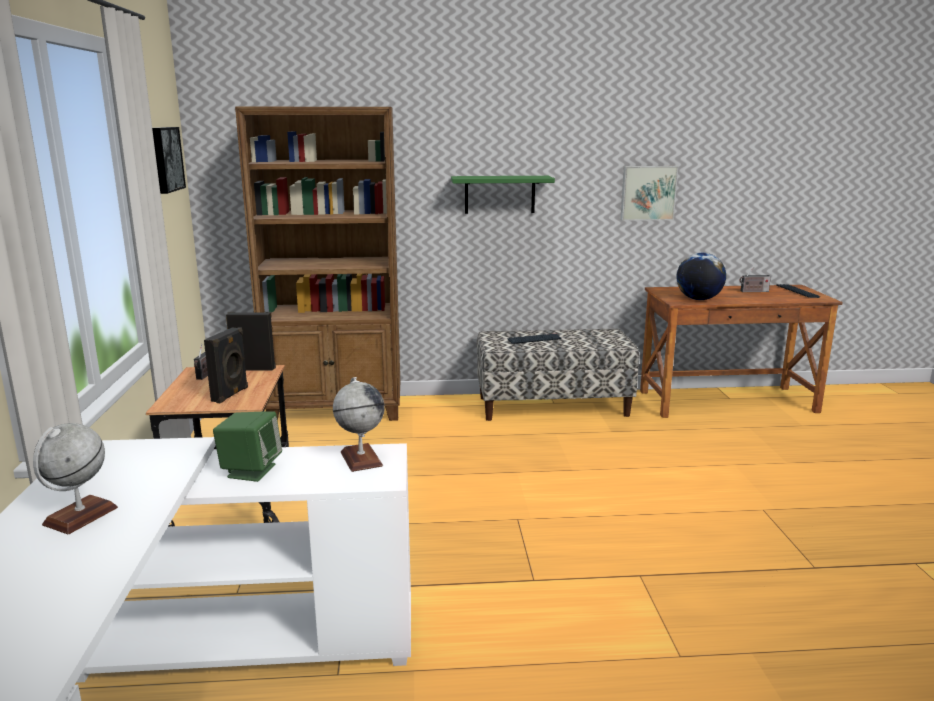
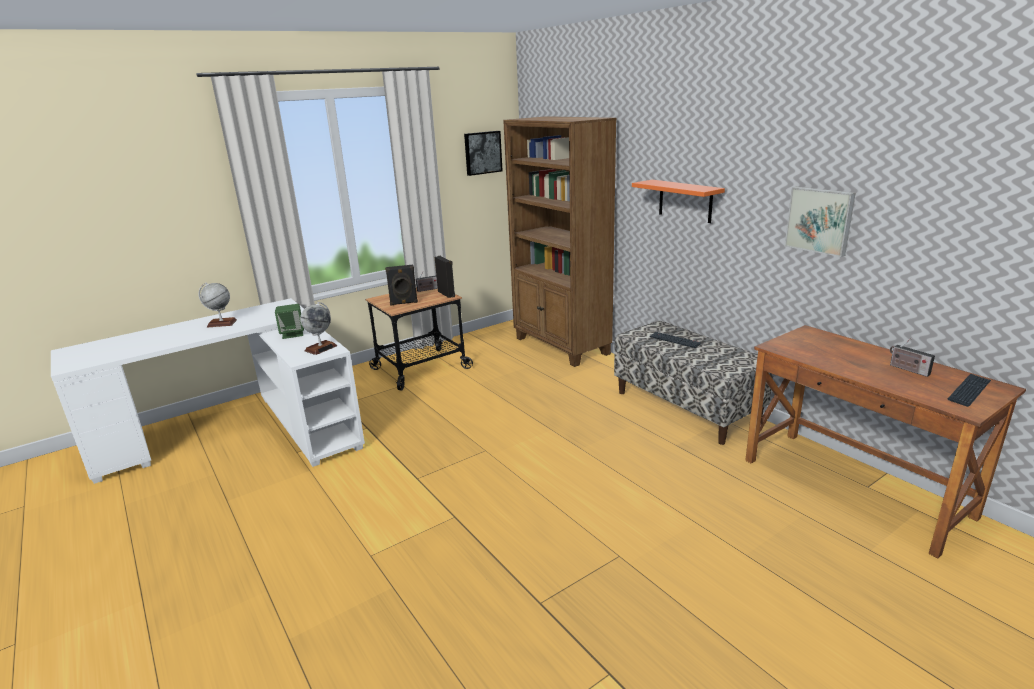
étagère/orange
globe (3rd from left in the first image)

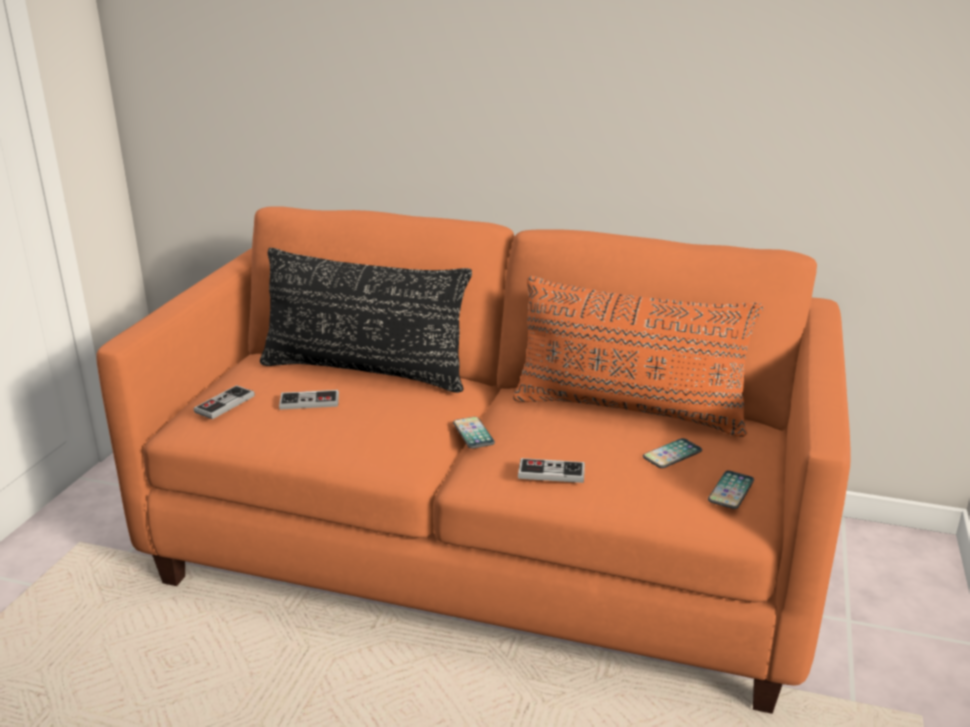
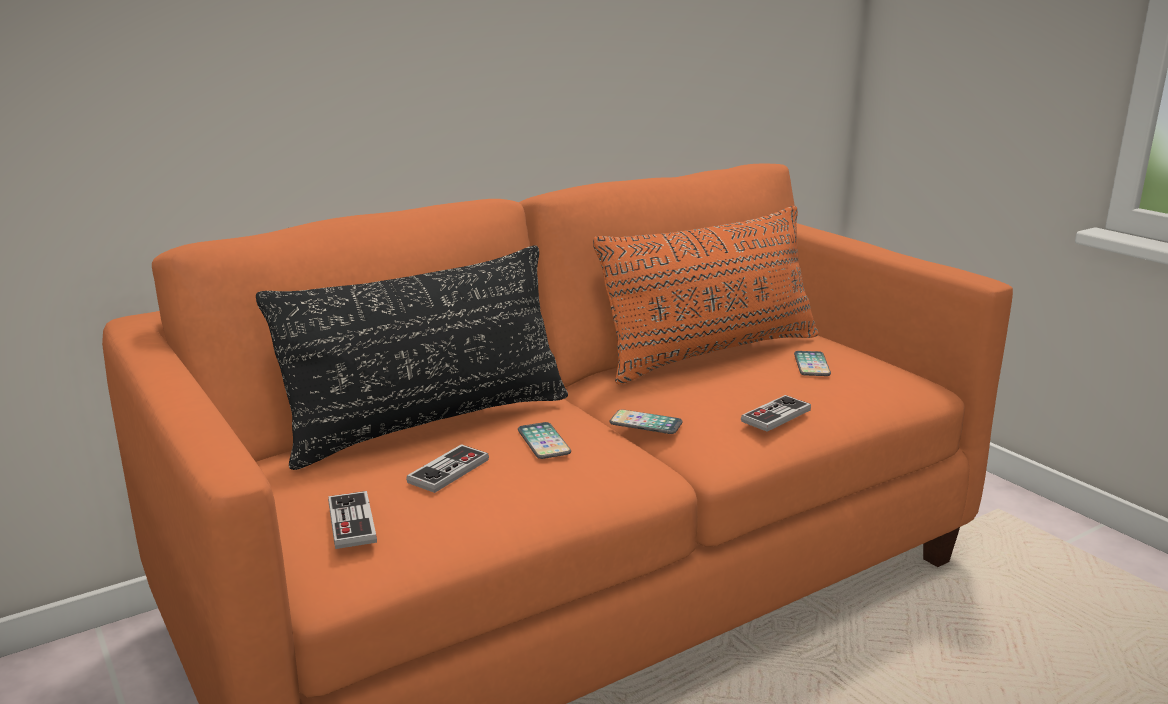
téléphone (1st from left)

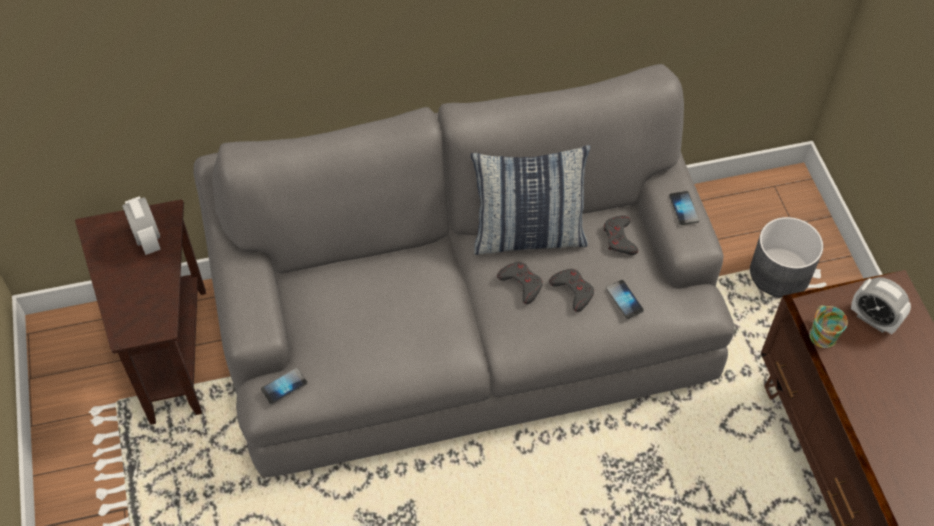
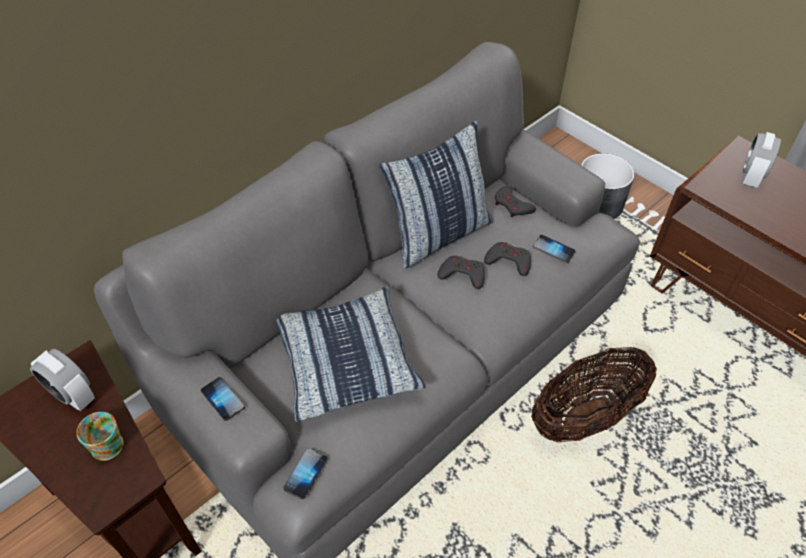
téléphone (1st from left)
mug
réveil (2nd from left)
coussin (1st from left)
panier

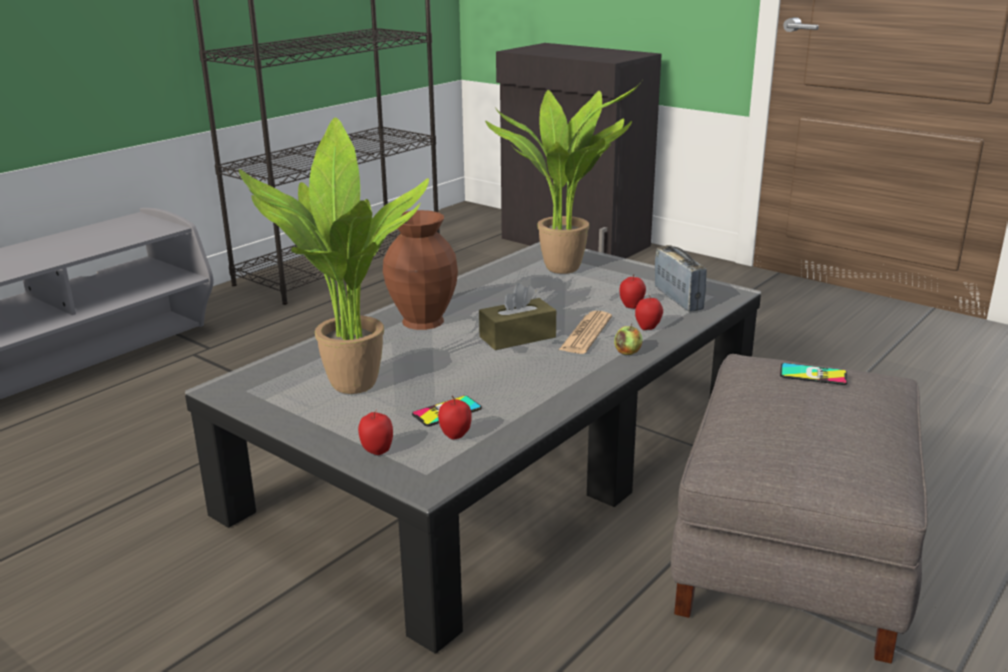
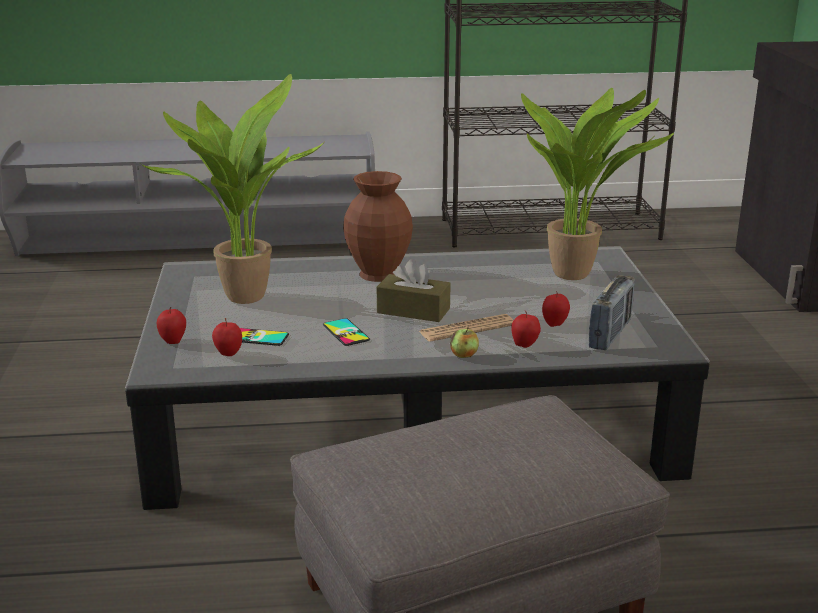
téléphone (2nd from left)

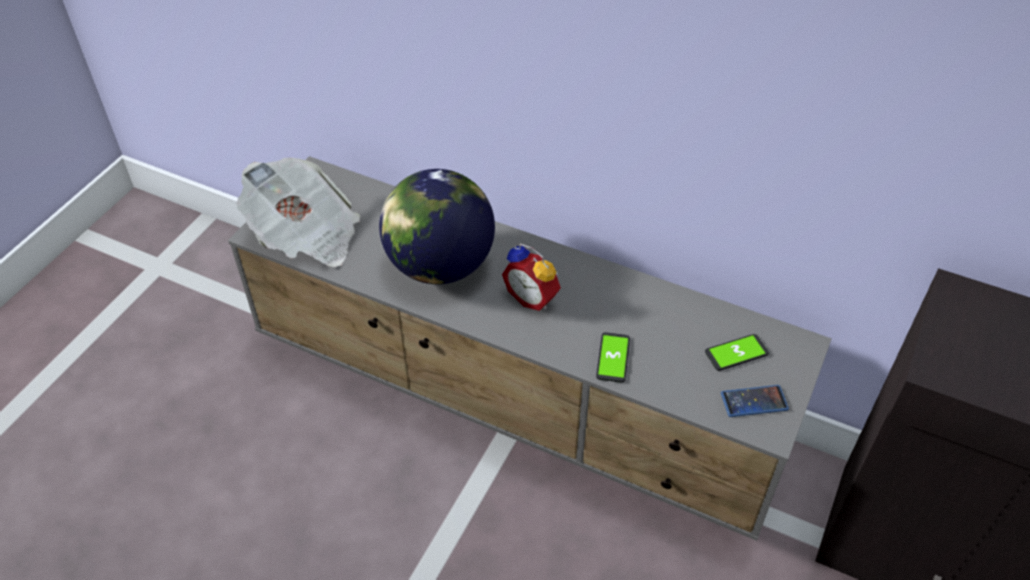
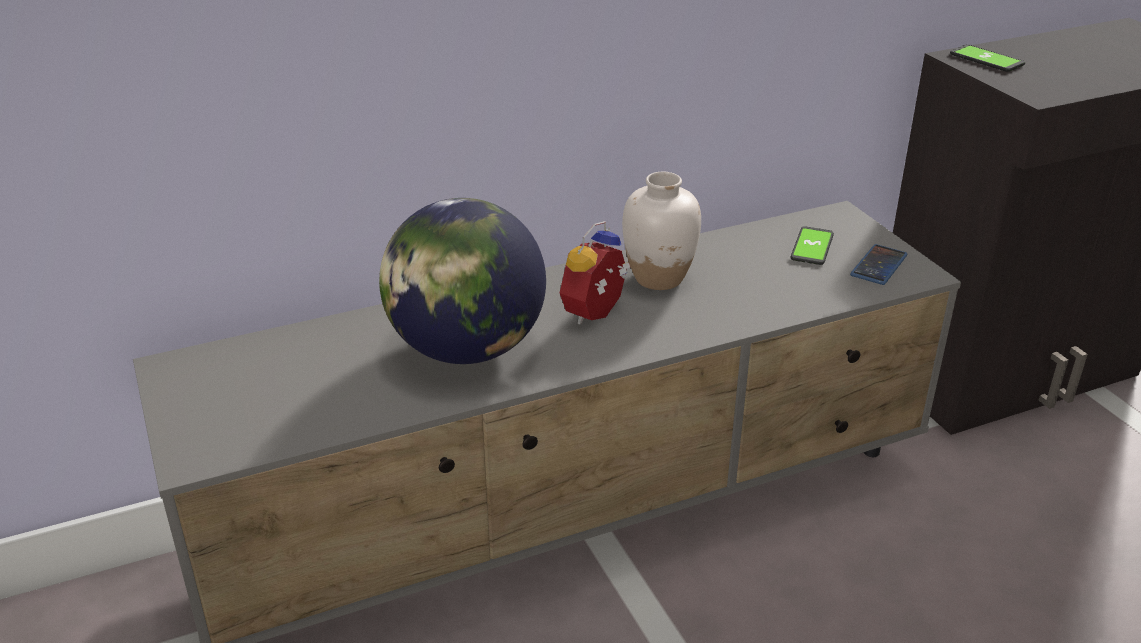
journal
réveil
téléphone (3rd from left)
vase/blanc

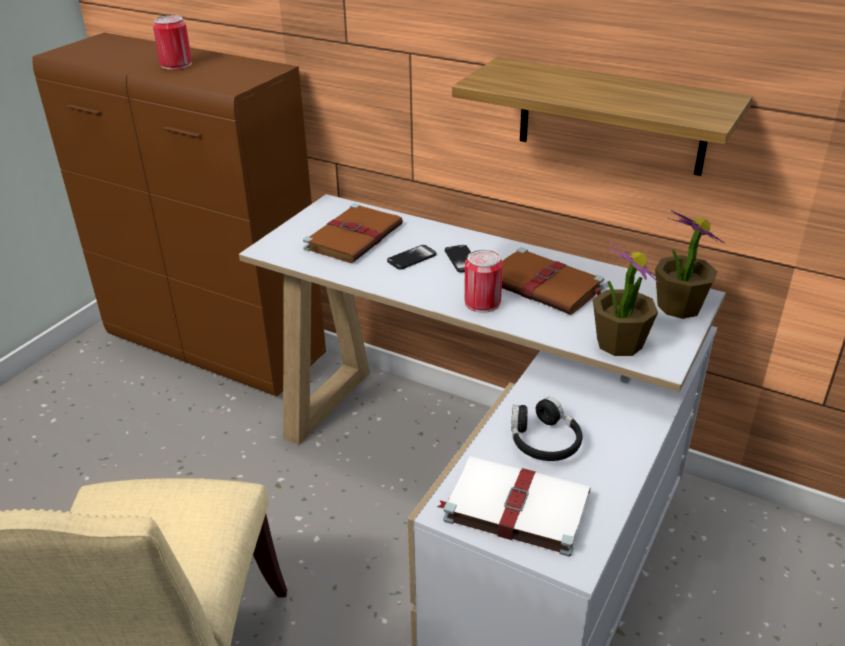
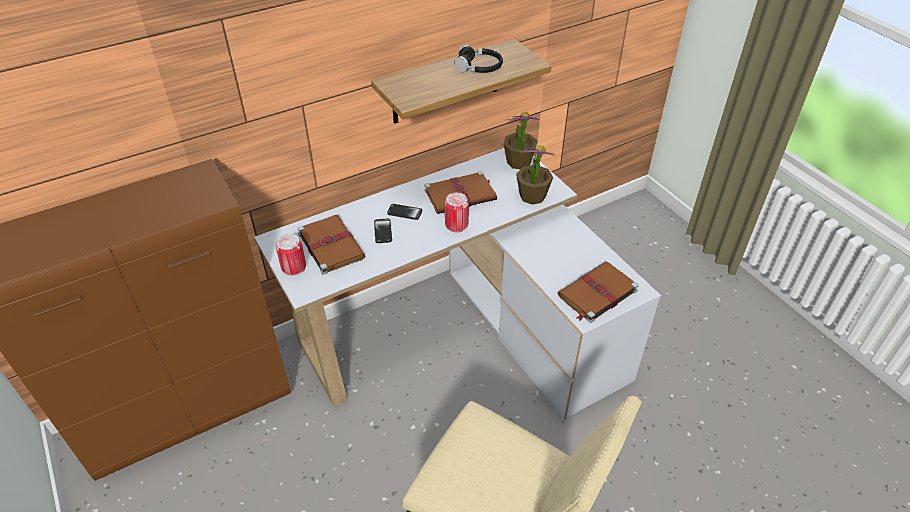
boîte métallique (1st from left)
livre/marron (3rd from left)
casque audio/noir

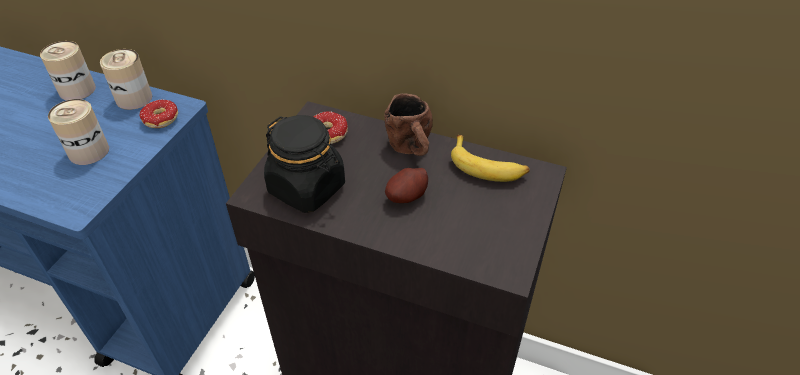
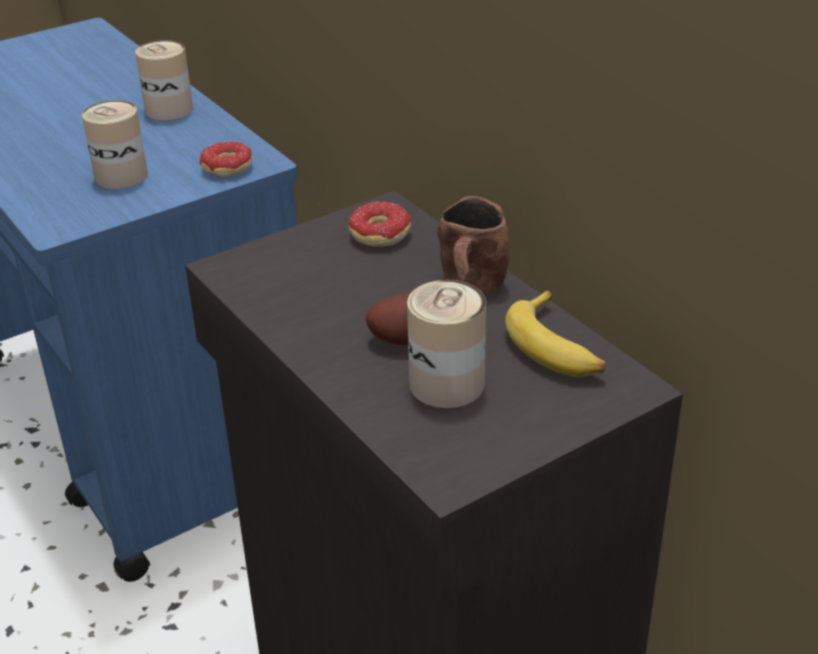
boîte métallique (3rd from left)
bocal/noir

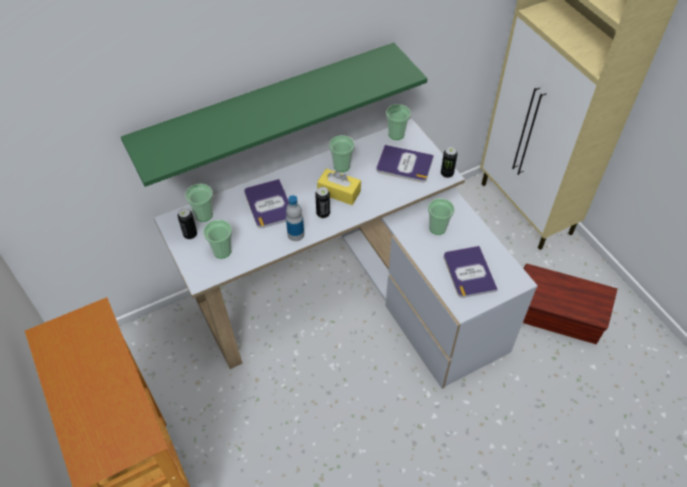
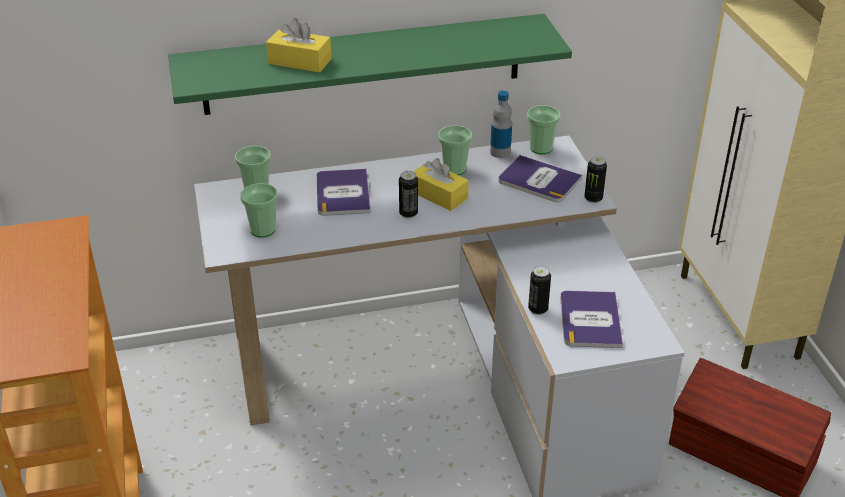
boîte métallique (2nd from left)
bouteille
tasse (5th from left in the first image)
boîte à mouchoirs/jaune (1st from left)

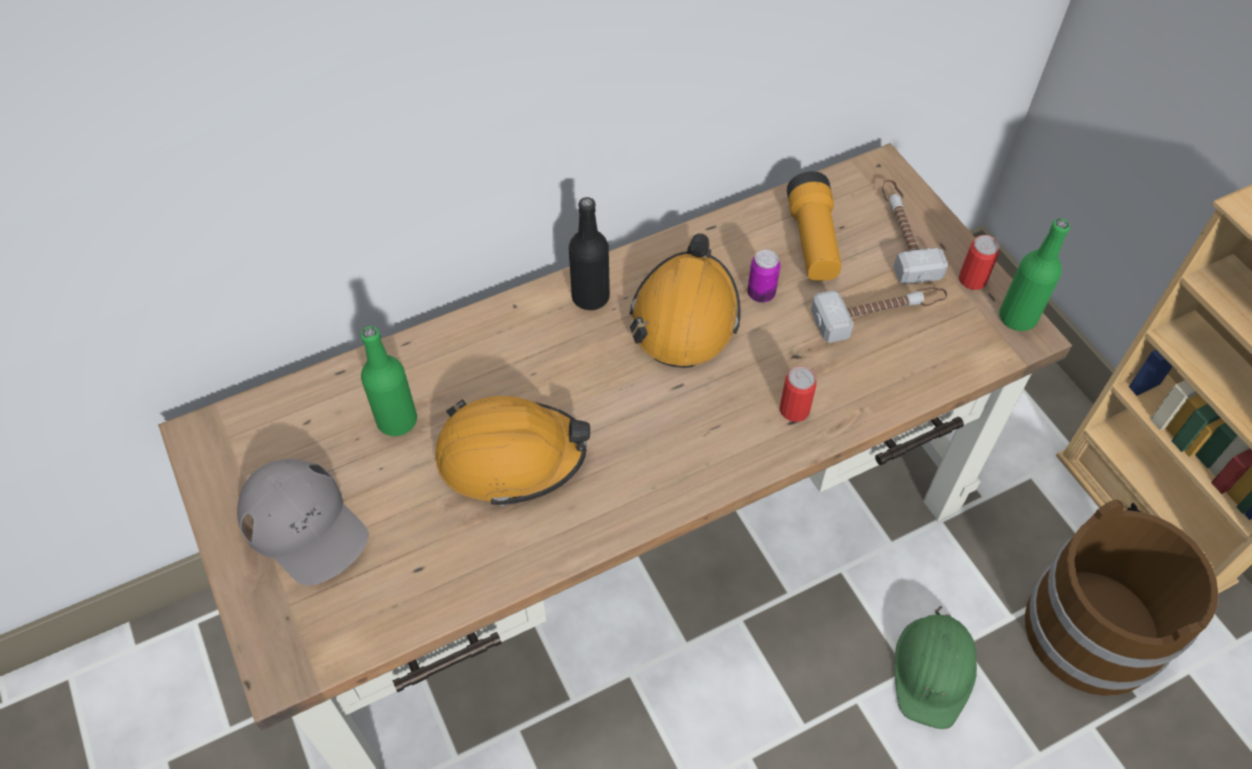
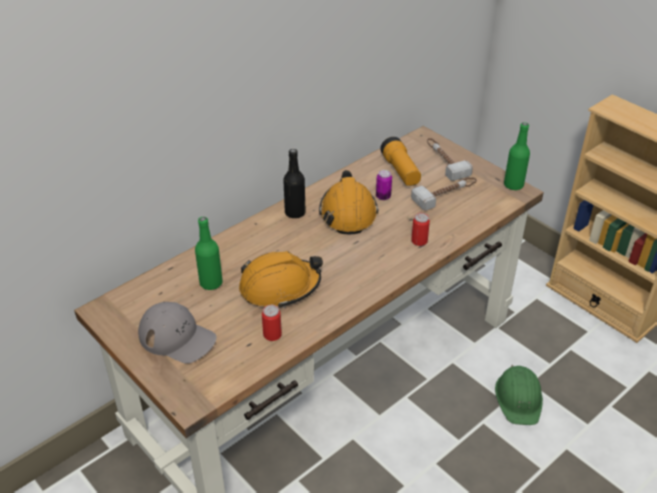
boîte métallique (1st from left)
seau/marron

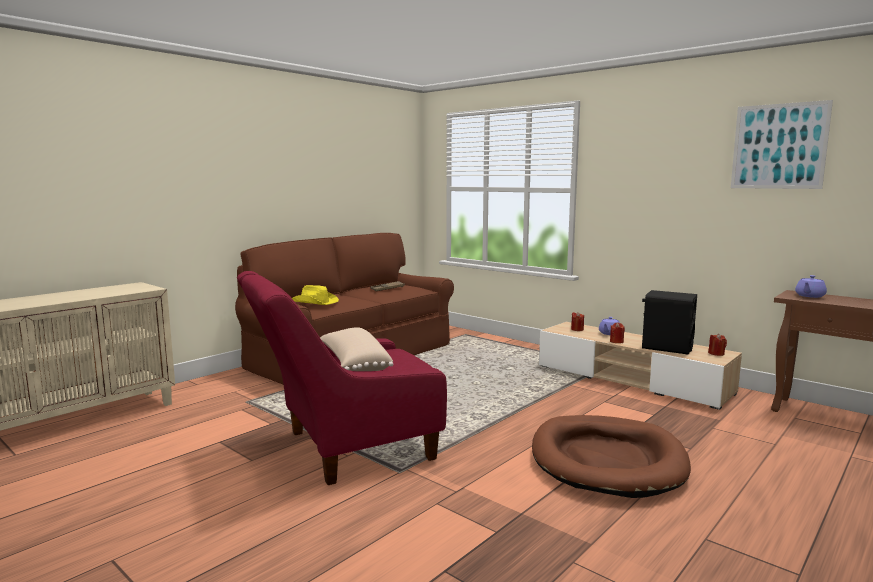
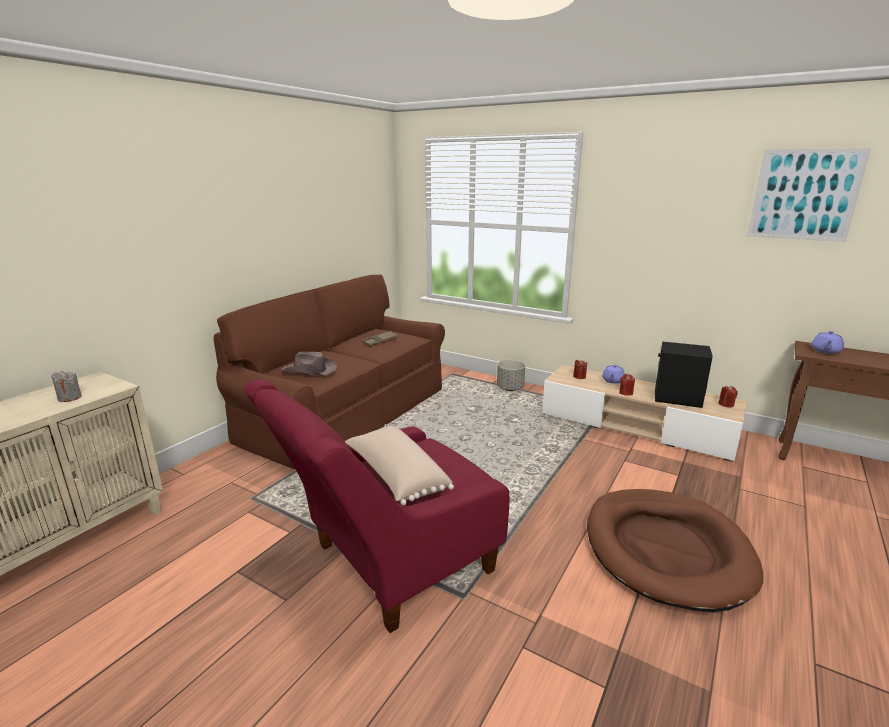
chapeau/marron
bougie/gris
cache-pot/gris

